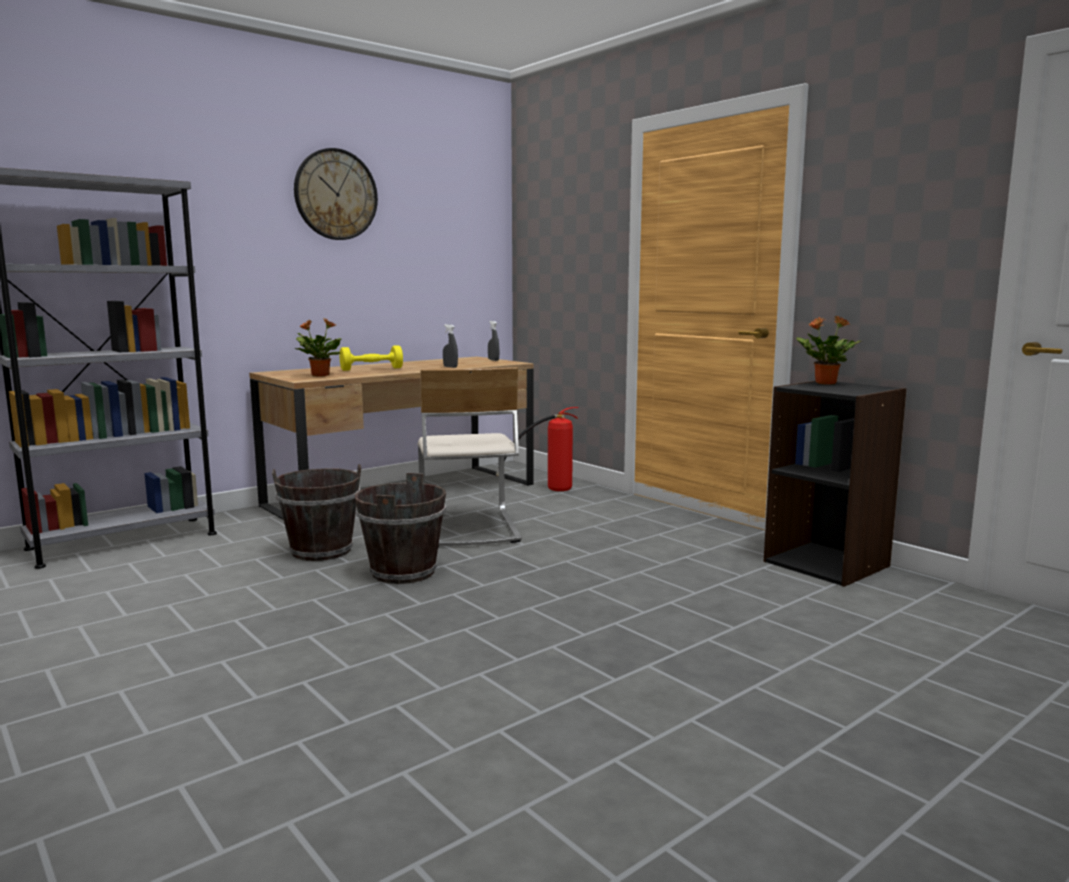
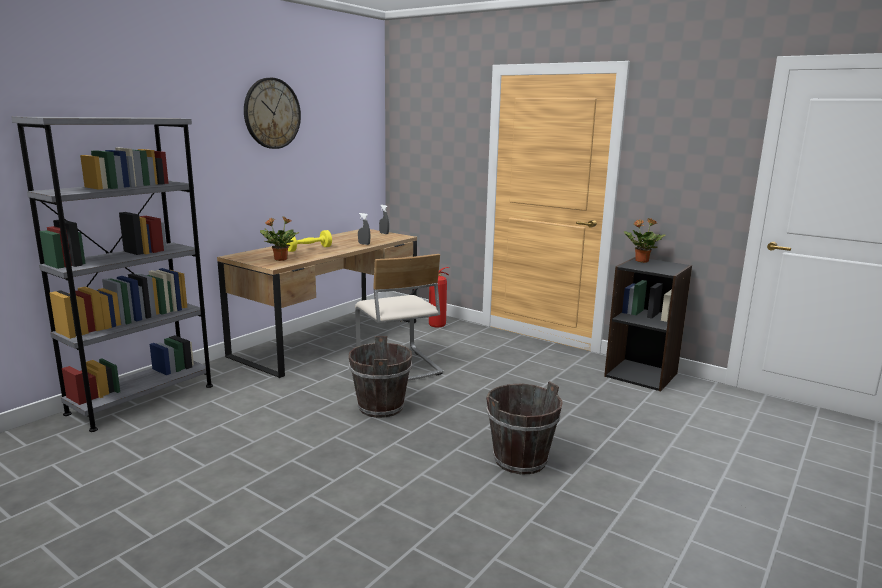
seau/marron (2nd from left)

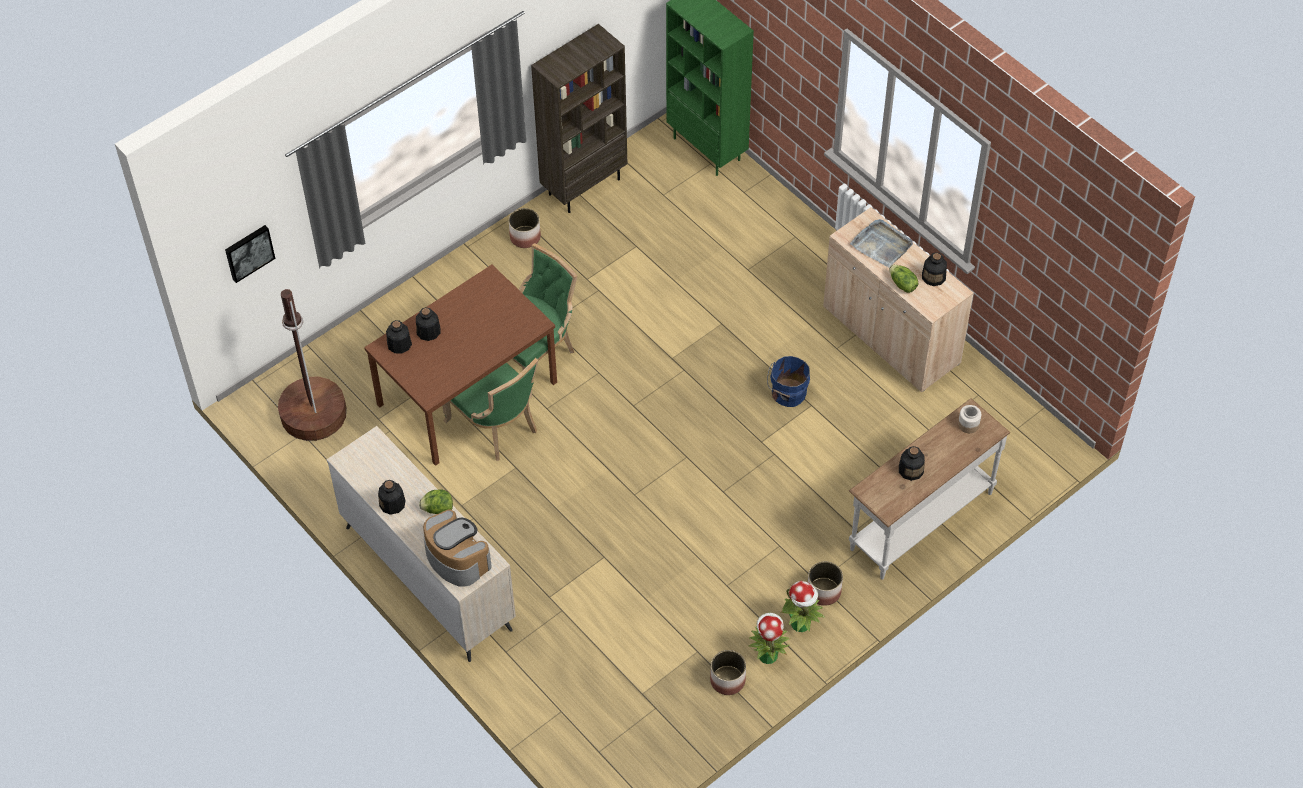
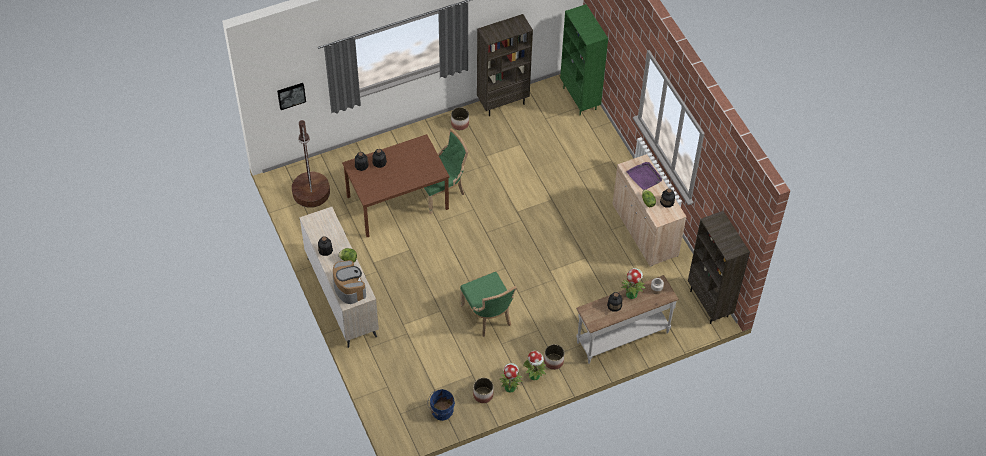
chaise/vert (2nd from left)
seau/bleu
plateau/violet
plante en pot (3rd from left)
bibliothèque/marron (2nd from left)

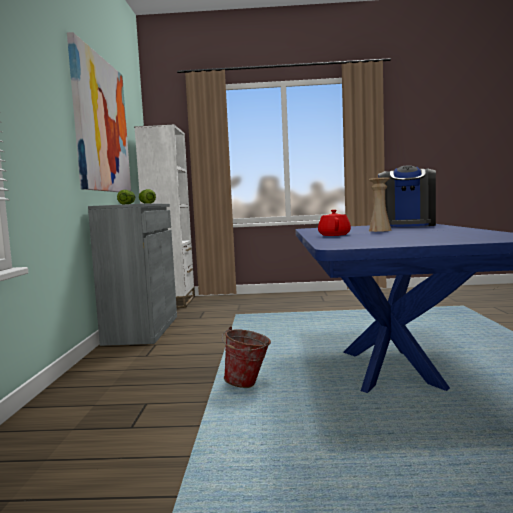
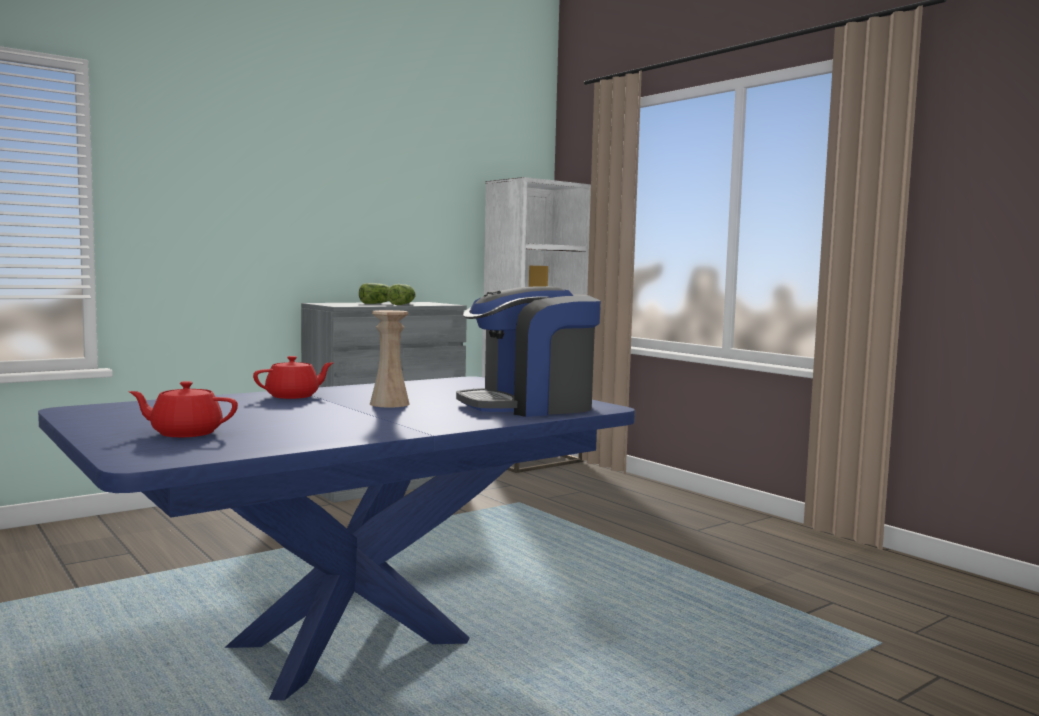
tableau
seau
théière/rouge (1st from left)

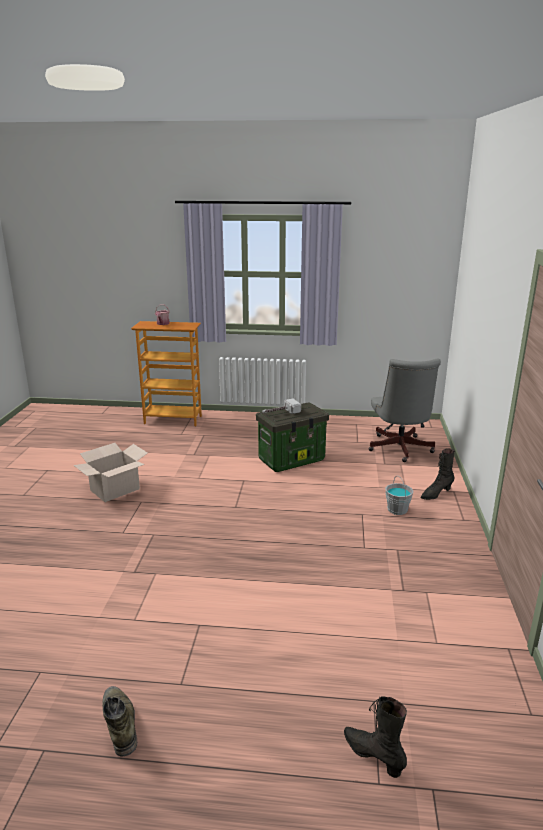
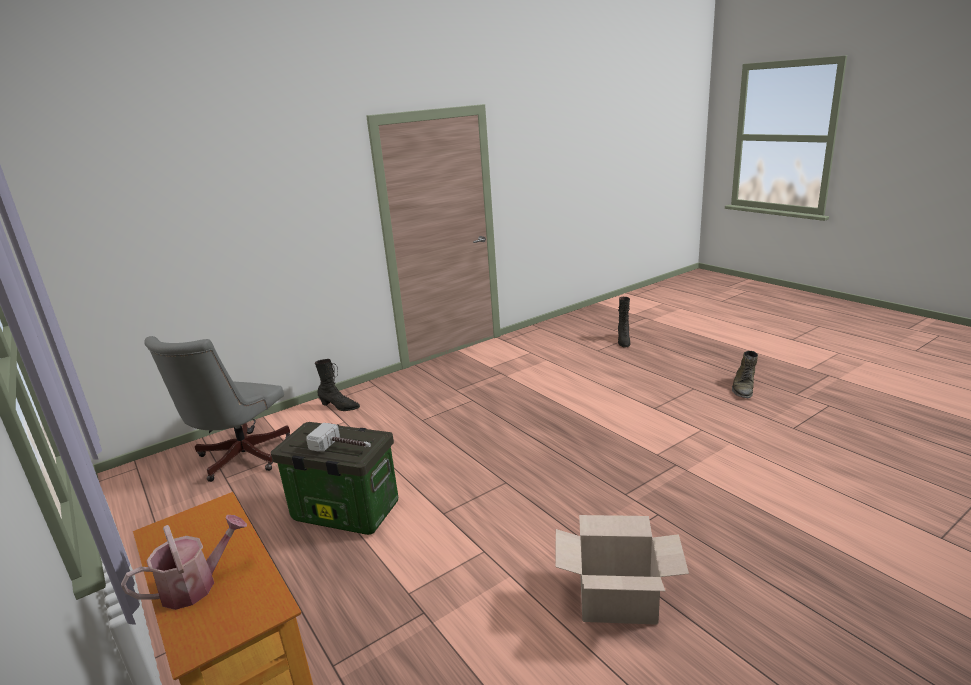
chaise de bureau/gris
seau/gris

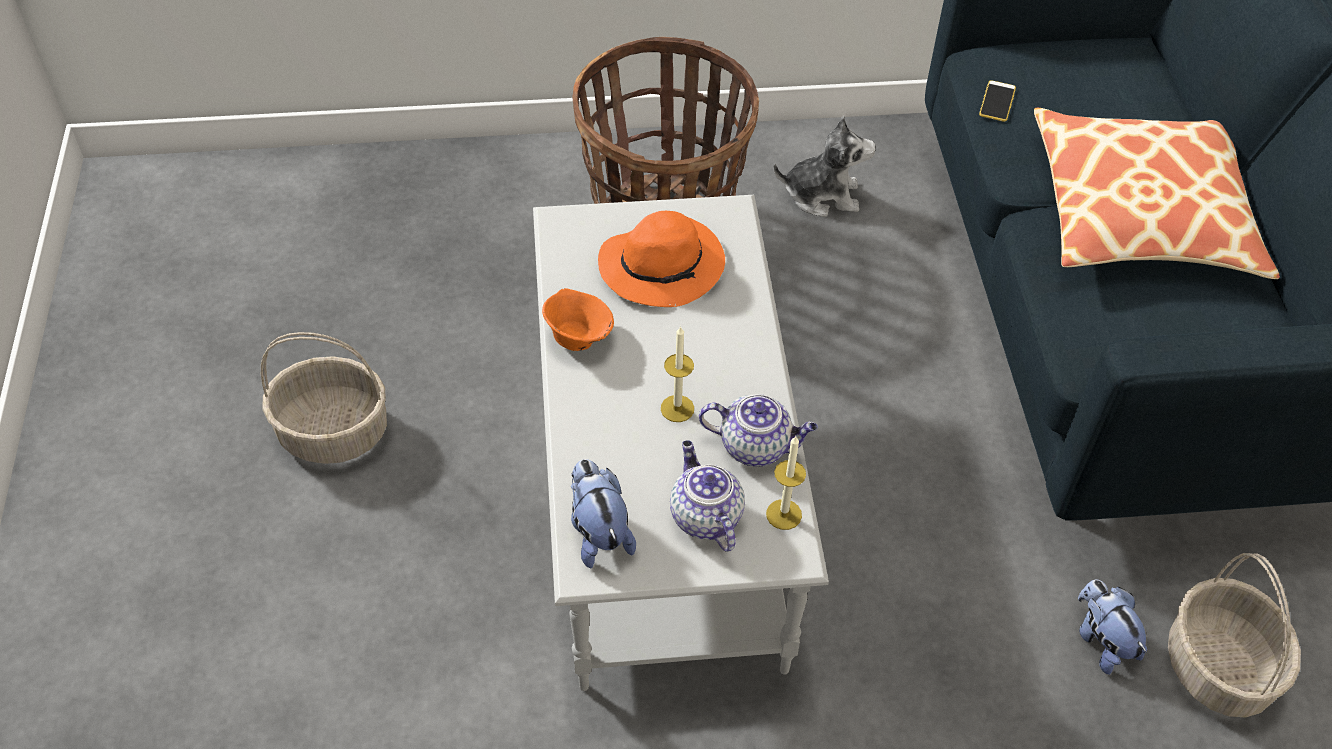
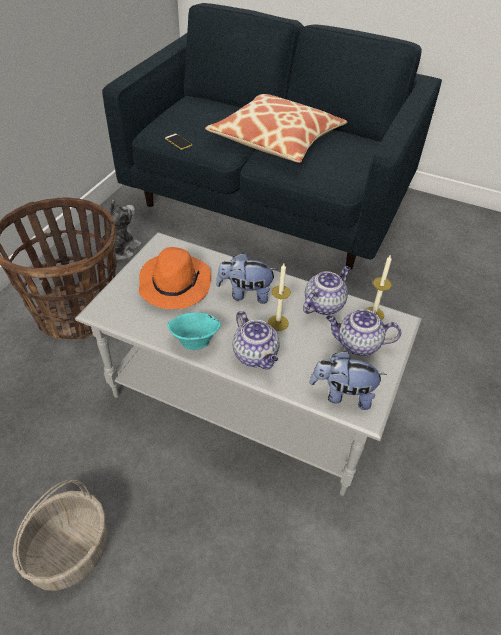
bol/turquoise
peluche (2nd from left)
panier (3rd from left in the first image)
théière (1st from left)

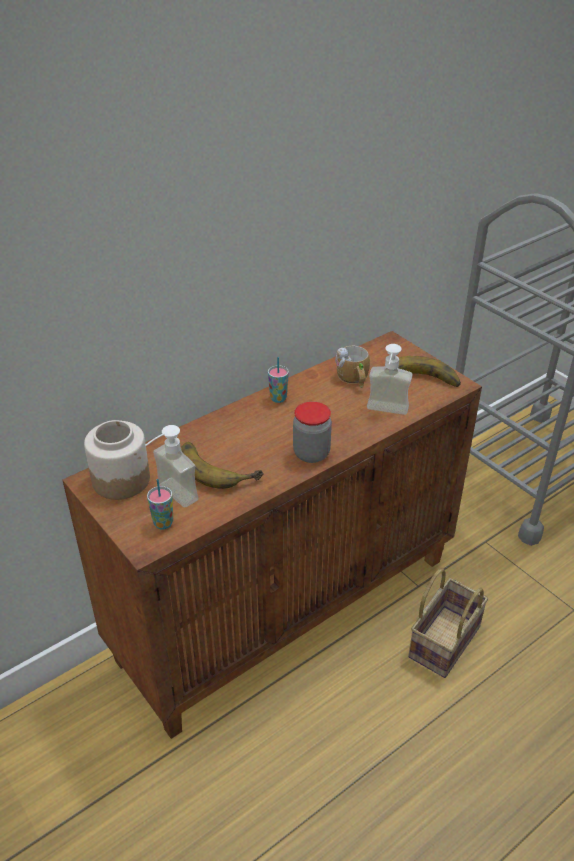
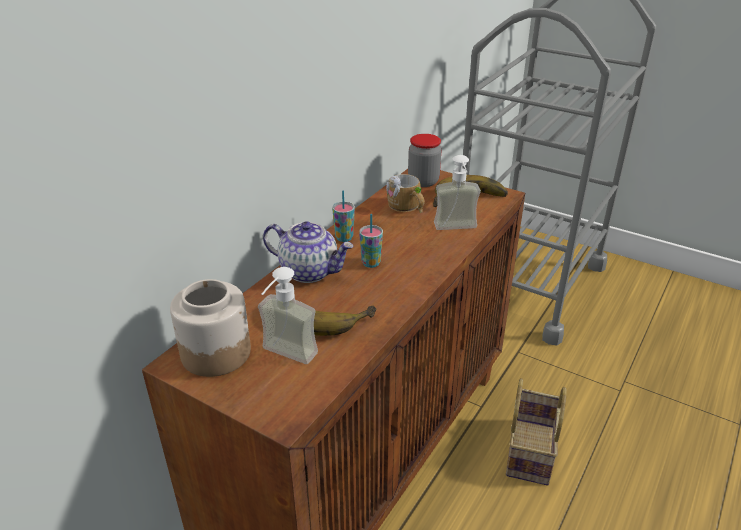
tasse (2nd from left)
bocal (2nd from left)
théière

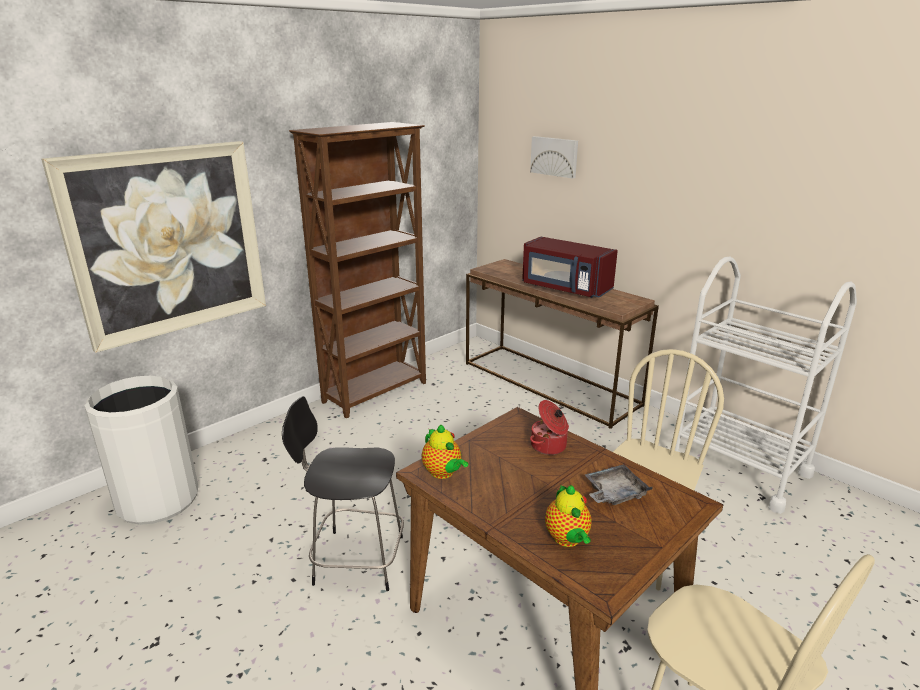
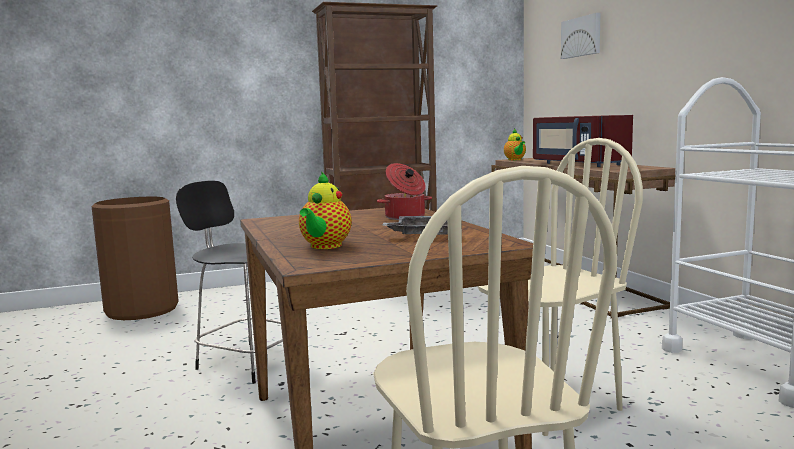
tableau (1st from left in the first image)
poubelle/marron
théière (2nd from left)

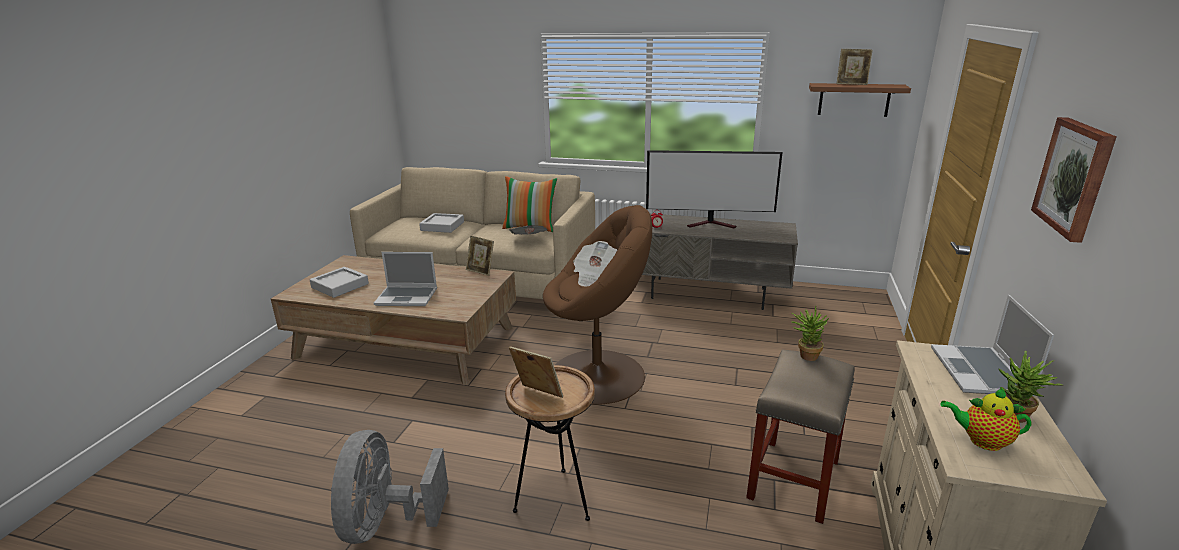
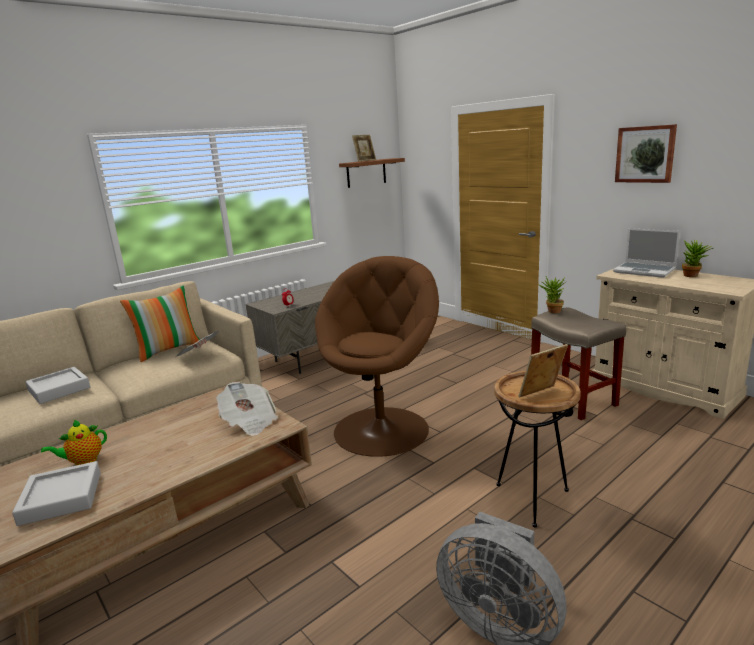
ordinateur portable (1st from left in the first image)
cadre photo (1st from left in the first image)
journal (2nd from left)
téléviseur
théière

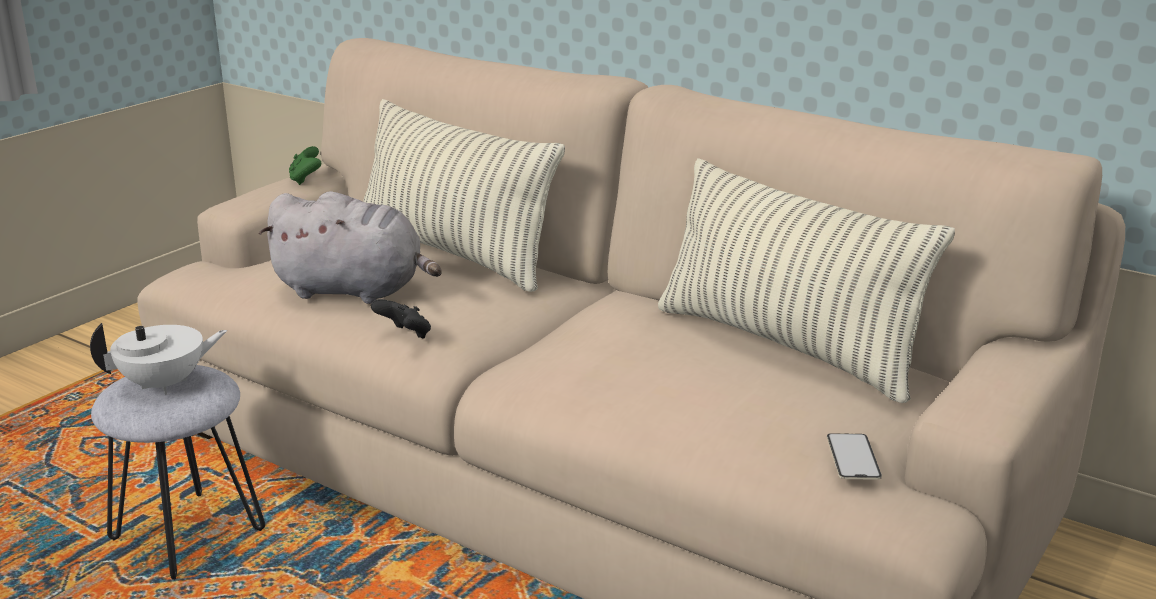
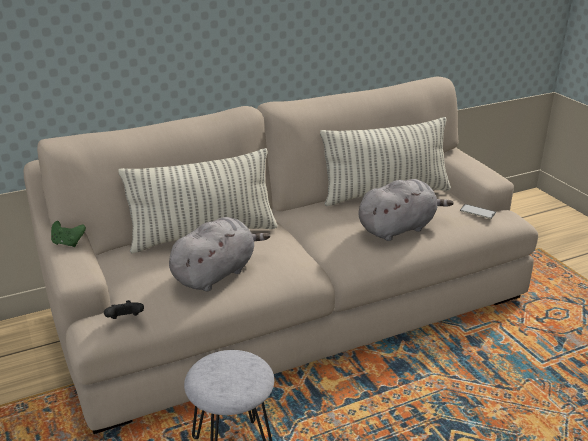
théière/blanc
manette/noir
peluche/gris (2nd from left)

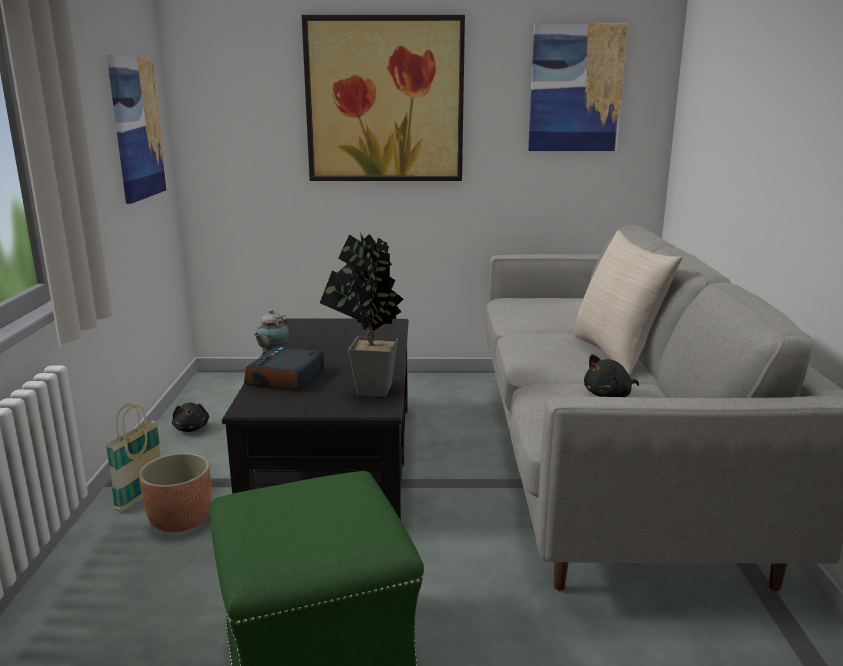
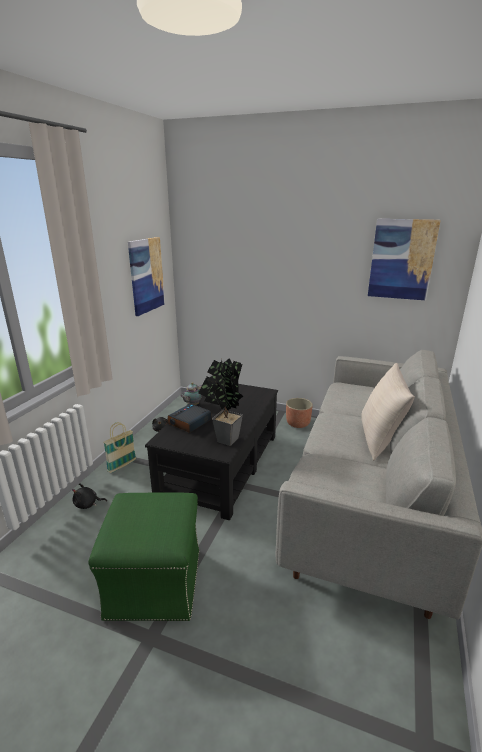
cache-pot
tableau (2nd from left in the first image)
peluche/noir (1st from left)

